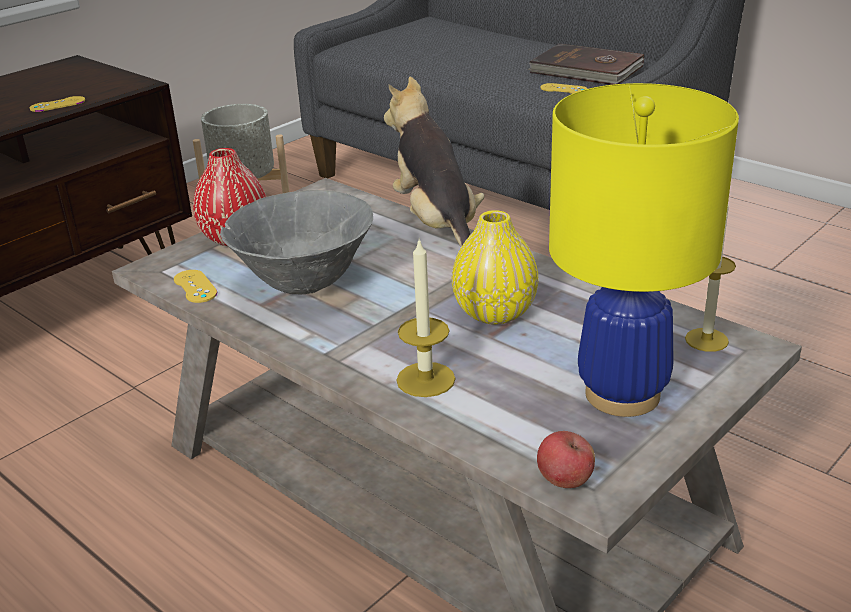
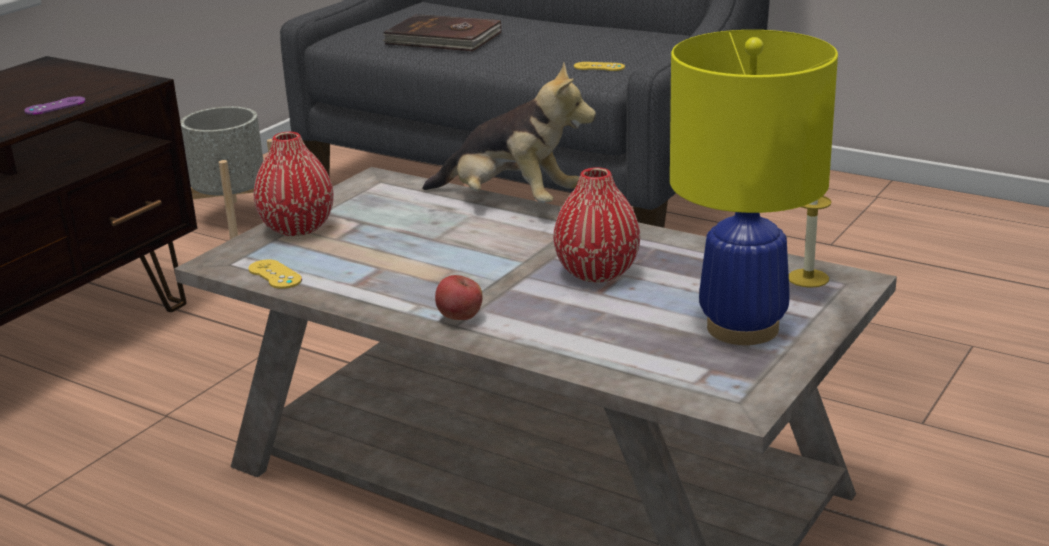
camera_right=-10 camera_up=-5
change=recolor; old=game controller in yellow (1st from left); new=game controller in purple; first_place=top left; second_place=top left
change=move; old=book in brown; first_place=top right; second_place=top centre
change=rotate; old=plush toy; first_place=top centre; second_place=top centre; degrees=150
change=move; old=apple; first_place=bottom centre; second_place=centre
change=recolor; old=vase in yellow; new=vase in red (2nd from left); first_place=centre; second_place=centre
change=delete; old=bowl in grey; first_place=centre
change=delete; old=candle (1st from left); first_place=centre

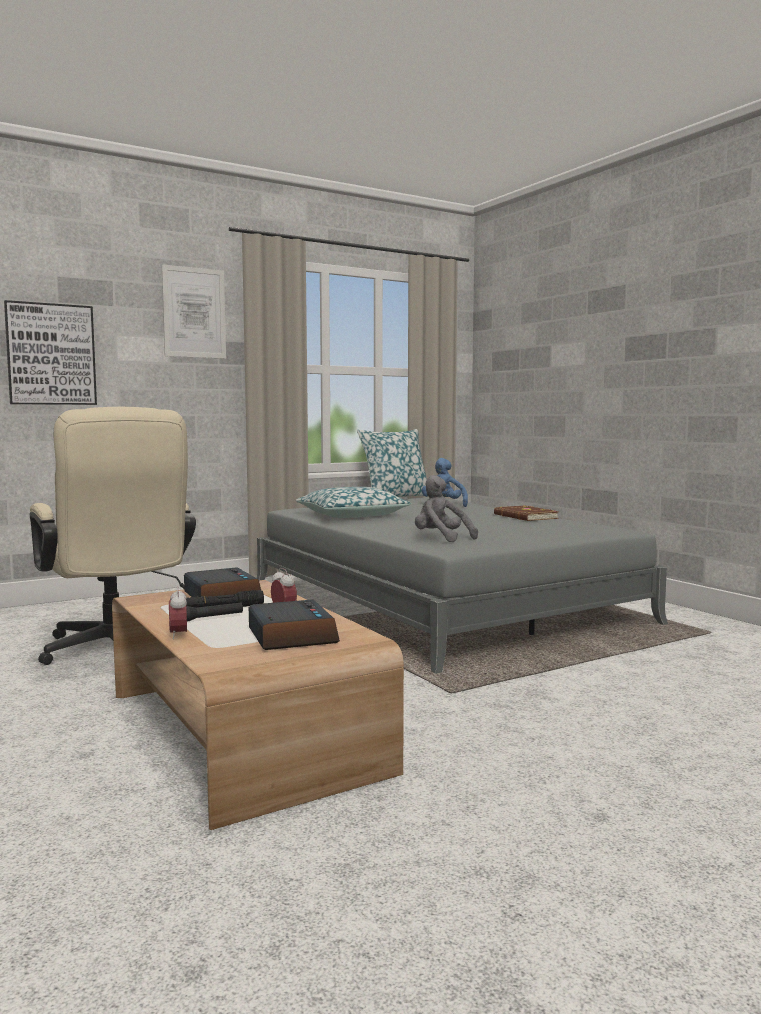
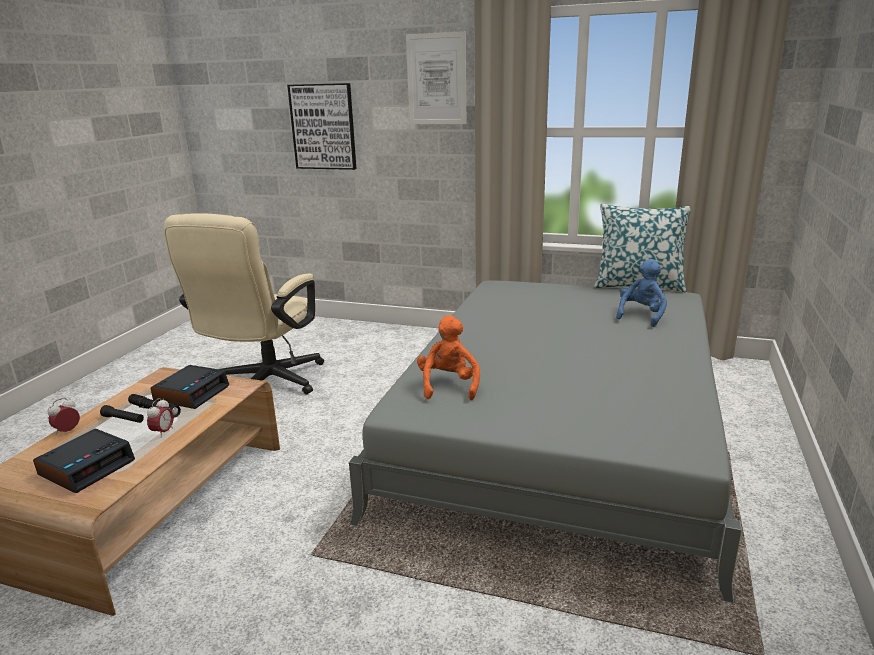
camera_right=50 camera_up=15
change=recolor; old=plush toy in grey; new=plush toy in orange; first_place=centre; second_place=centre
change=delete; old=pillow (1st from left); first_place=centre
change=delete; old=book in brown; first_place=middle right

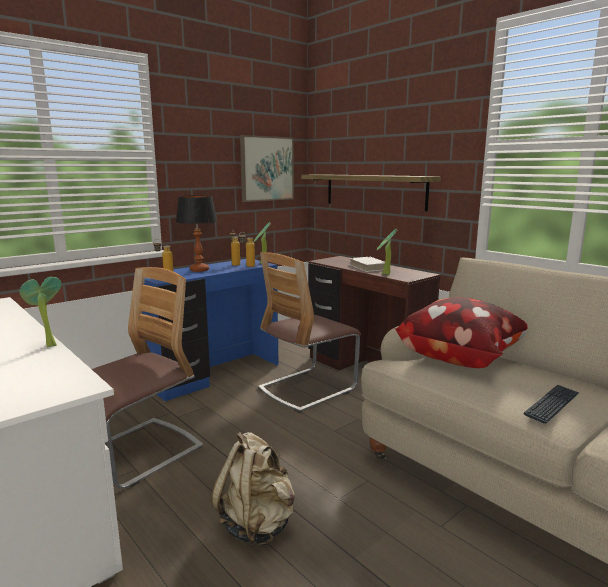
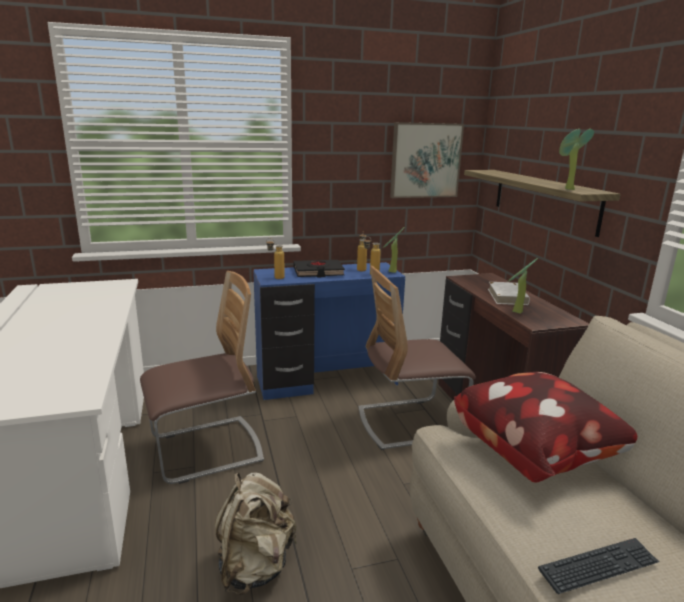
camera_right=25 camera_up=5
change=replace; old=table lamp; new=book in black; first_place=middle left; second_place=centre
change=move; old=potted plant (1st from left in the first image); new=potted plant (3rd from left); first_place=middle left; second_place=top right

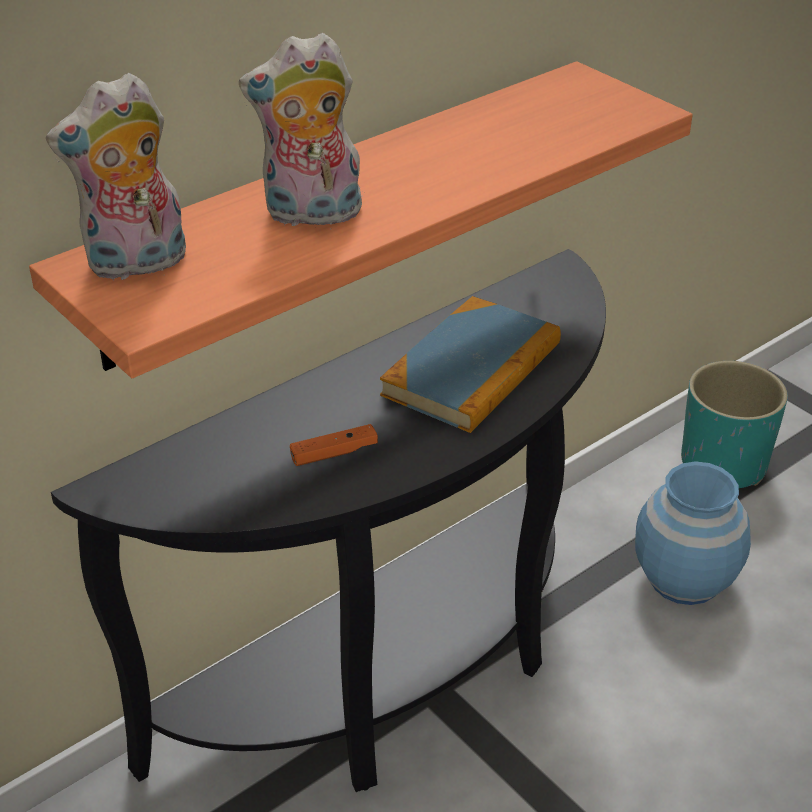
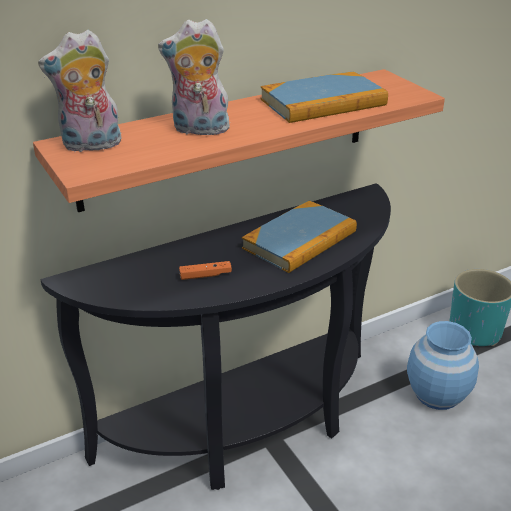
camera_right=10 camera_up=-5
change=insert; new=book (2nd from left); second_place=top centre

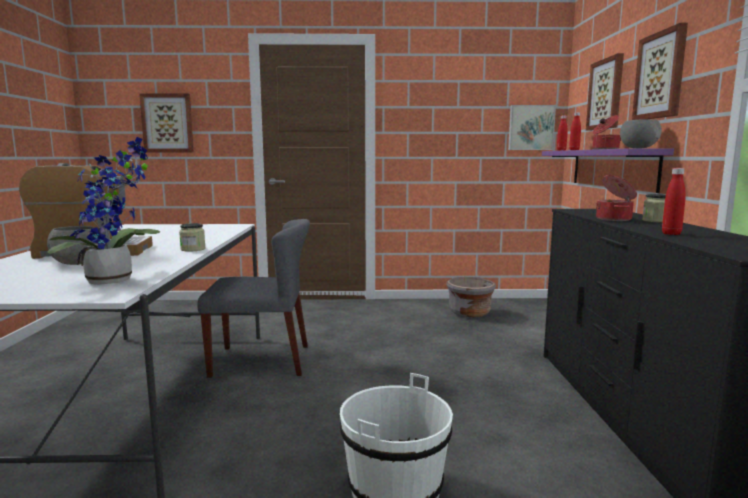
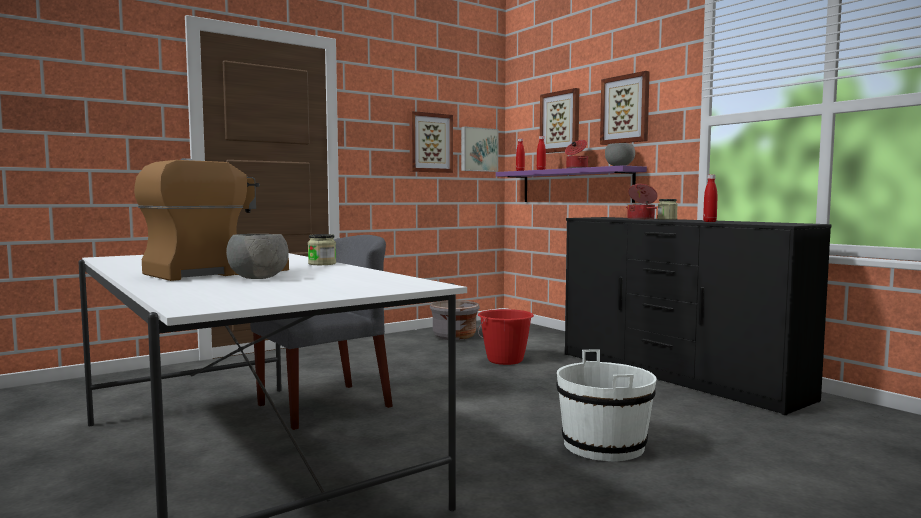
camera_right=-35 camera_up=-5
change=move; old=picture (1st from left); first_place=top left; second_place=top centre
change=insert; new=bucket in red; second_place=centre
change=delete; old=potted plant; first_place=middle left

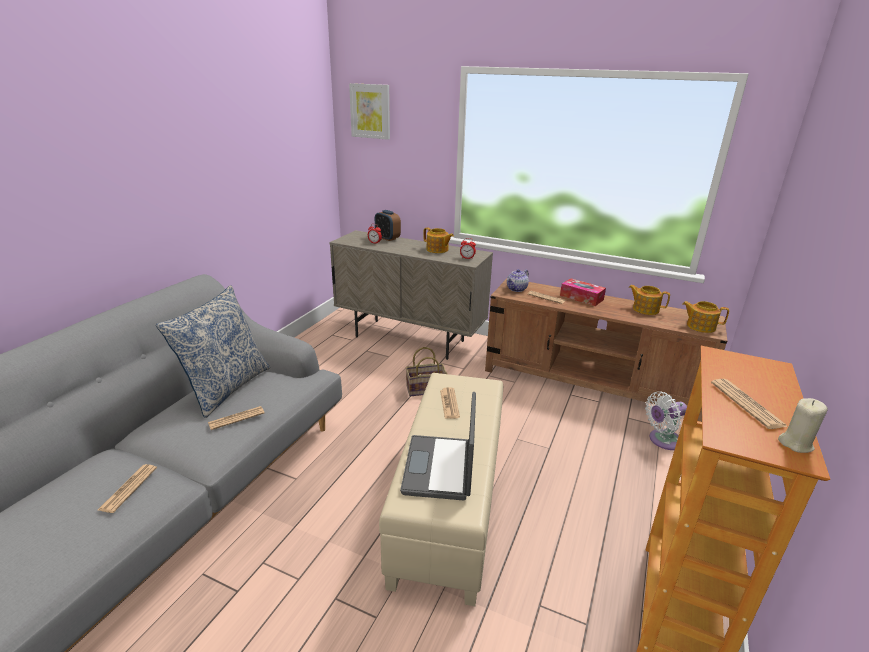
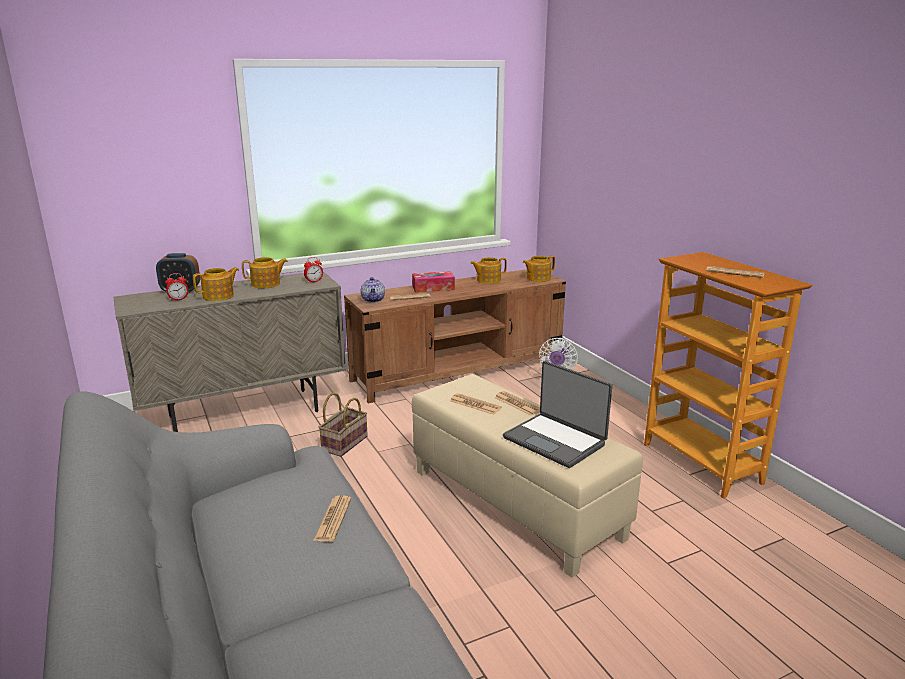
camera_right=-50 camera_up=-5
change=insert; new=teapot (1st from left); second_place=middle left
change=move; old=newspaper (1st from left in the first image); new=newspaper (4th from left); first_place=bottom left; second_place=centre
change=delete; old=pillow; first_place=middle left
change=delete; old=picture; first_place=top centre
change=delete; old=candle in beige; first_place=middle right

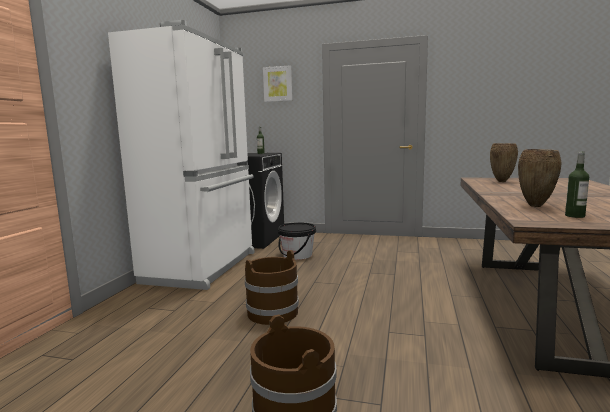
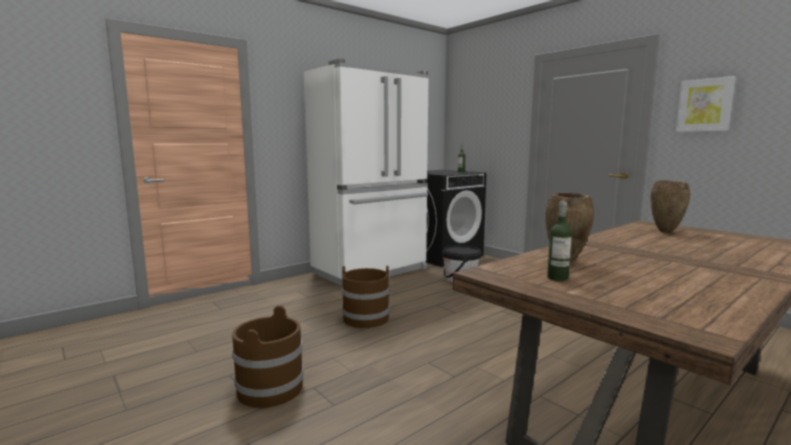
camera_right=35 camera_up=0
change=move; old=picture; first_place=top centre; second_place=top right

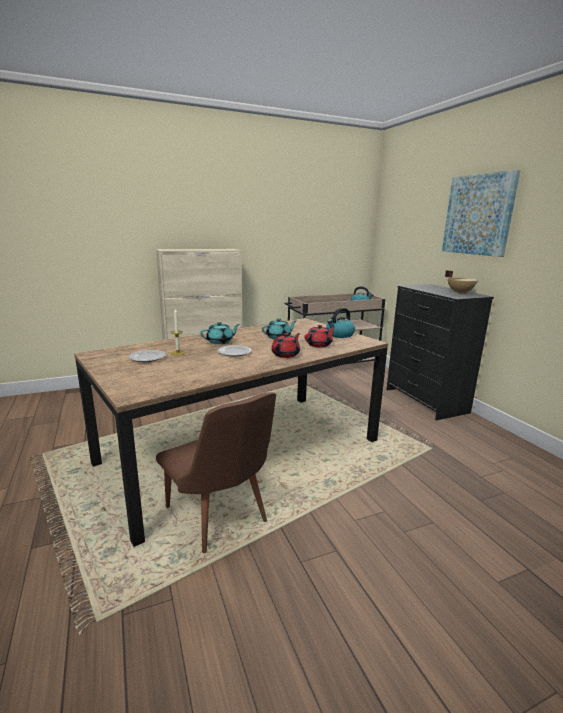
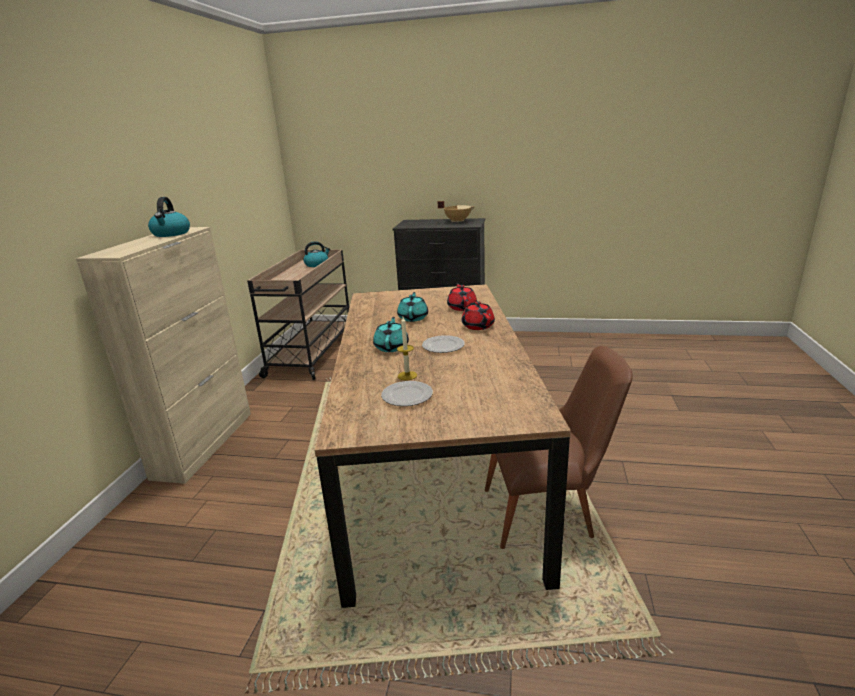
camera_right=-55 camera_up=5
change=move; old=kettle (1st from left); first_place=centre; second_place=top left
change=delete; old=picture; first_place=top right

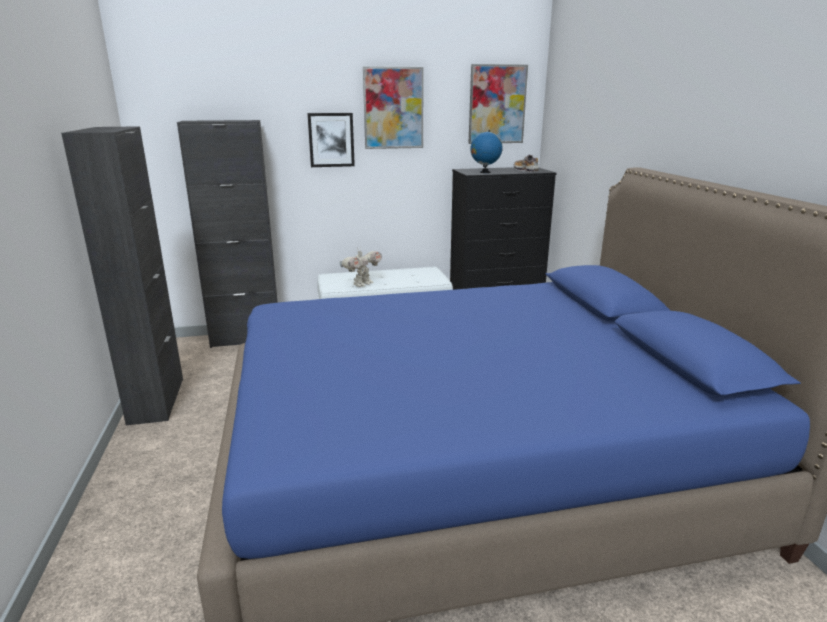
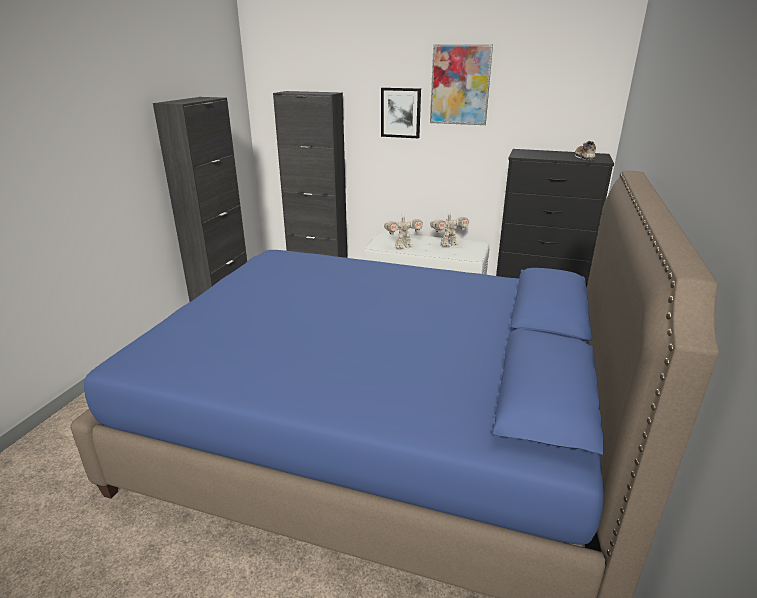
camera_right=30 camera_up=5
change=insert; new=toy robot (2nd from left); second_place=centre
change=delete; old=picture (3rd from left); first_place=top centre
change=delete; old=globe; first_place=top centre

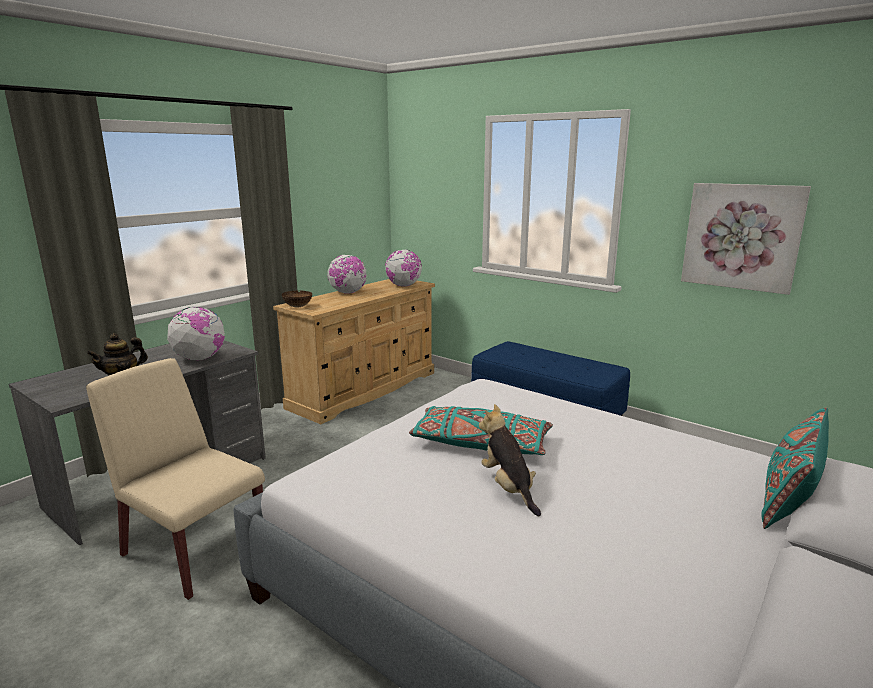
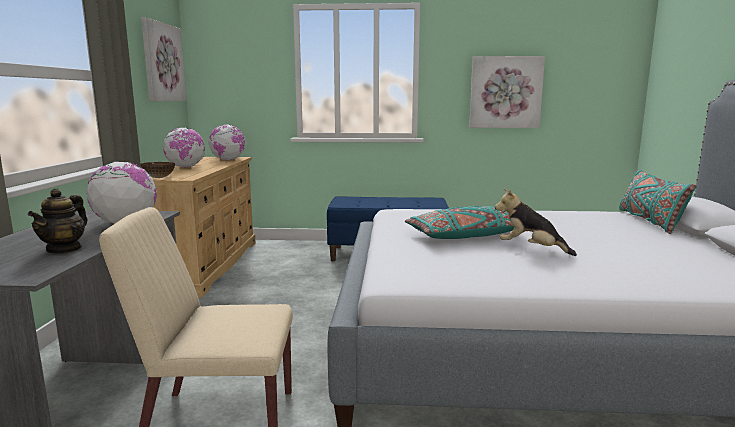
camera_right=-35 camera_up=-5
change=insert; new=picture (1st from left); second_place=top left

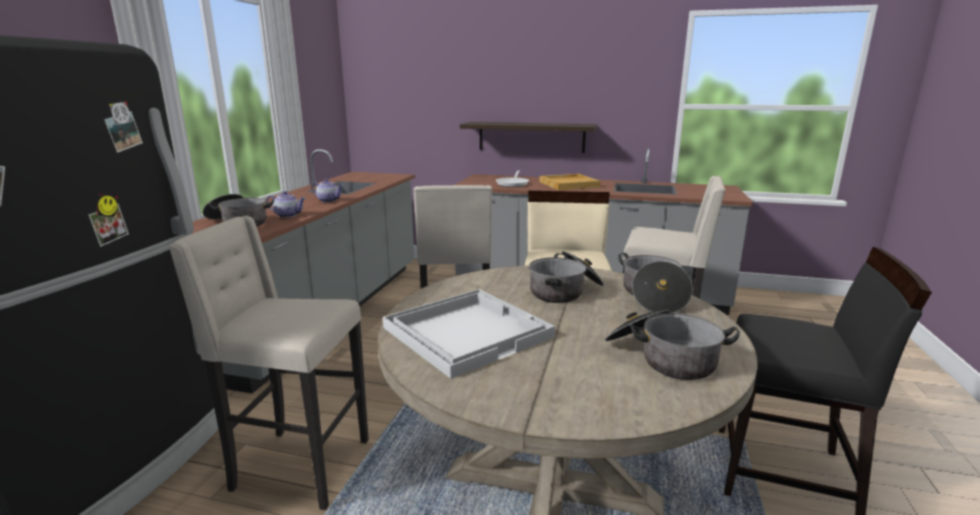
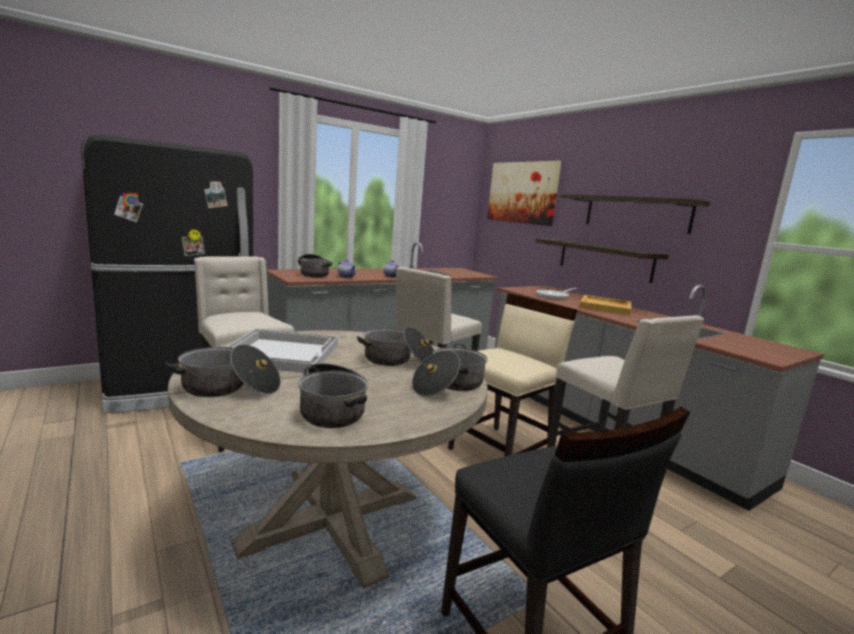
camera_right=40 camera_up=-5
change=insert; new=cooking pot (1st from left); second_place=middle left
change=insert; new=picture; second_place=top centre
change=insert; new=shelf (2nd from left); second_place=middle right

